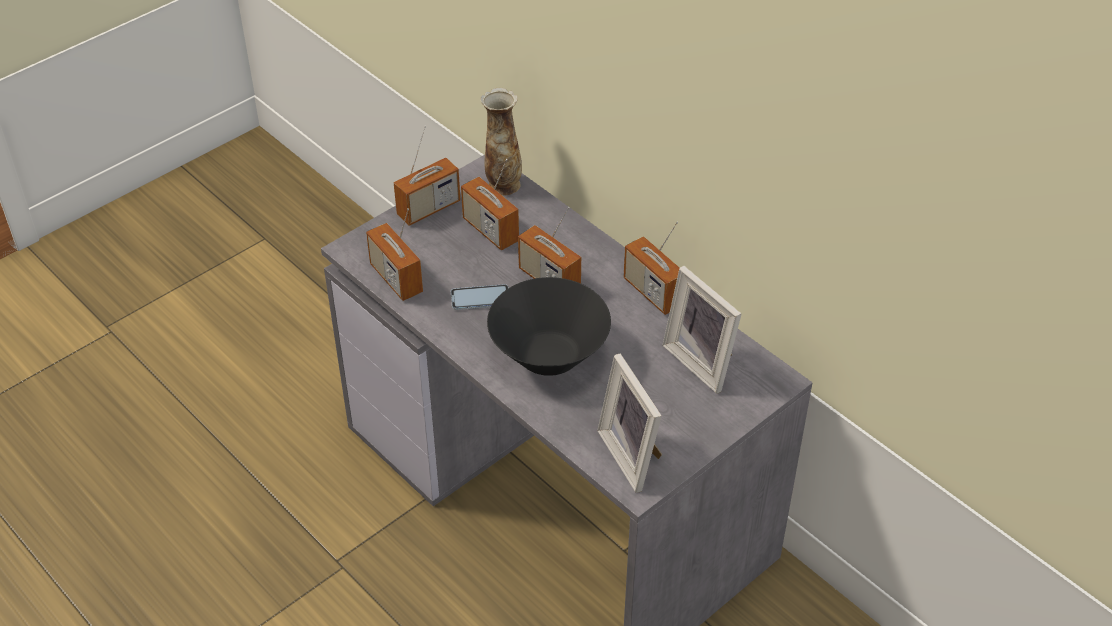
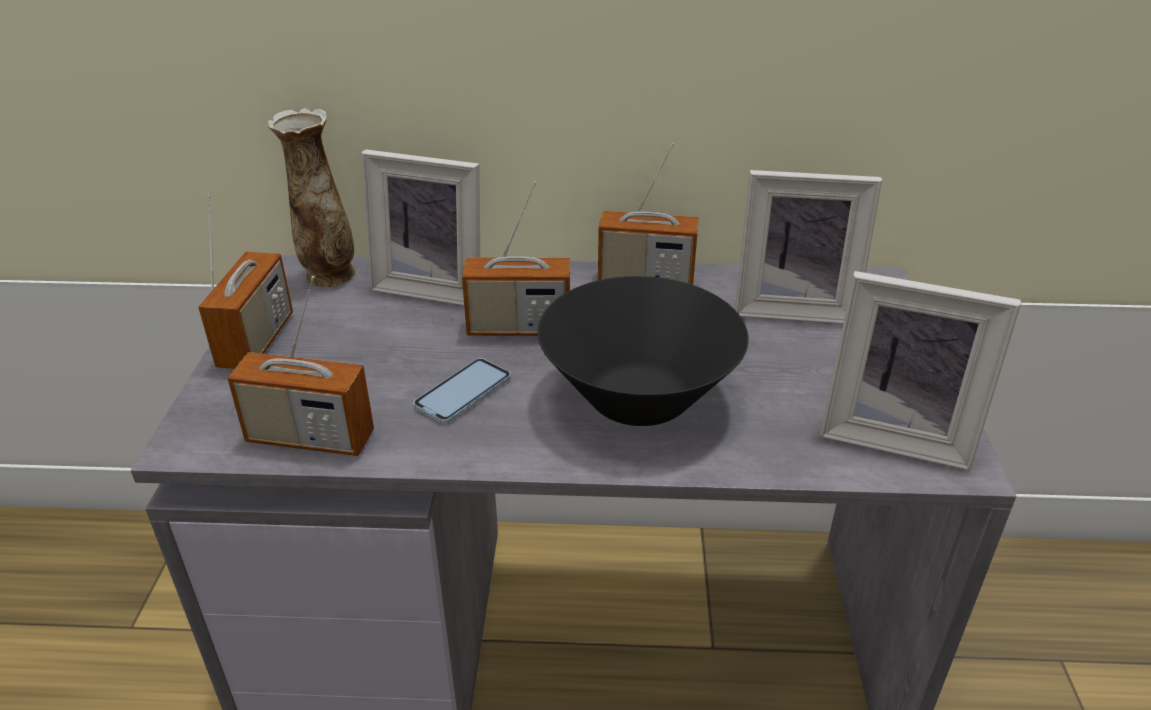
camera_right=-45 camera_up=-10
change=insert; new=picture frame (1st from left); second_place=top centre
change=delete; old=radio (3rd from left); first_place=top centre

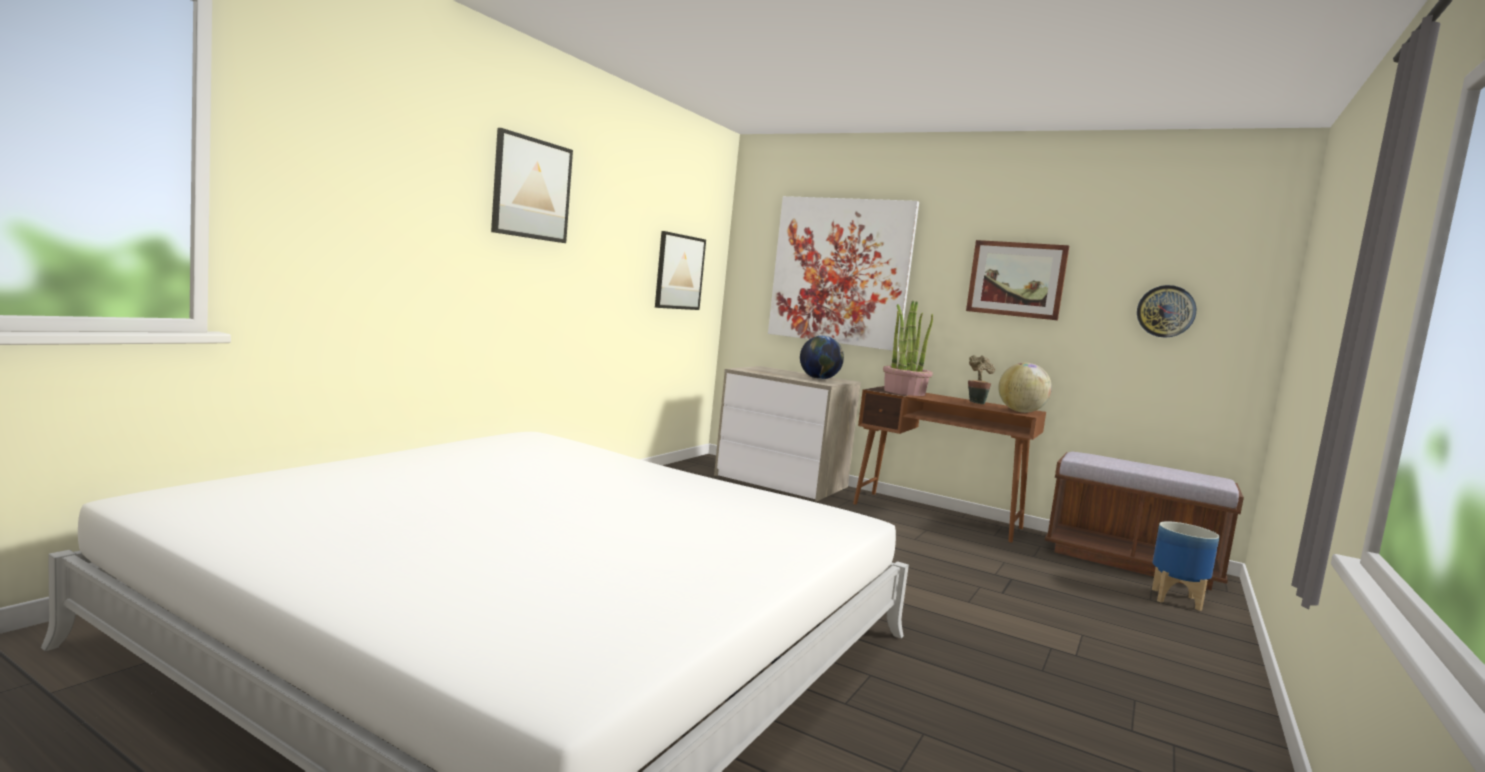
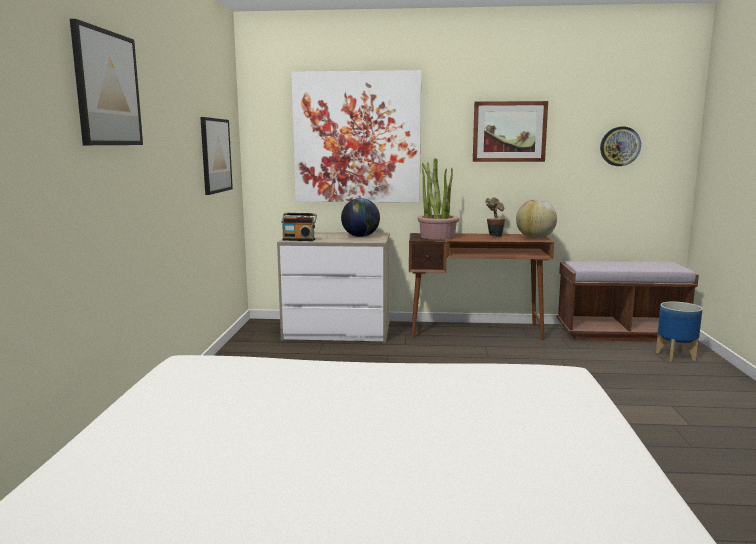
camera_right=-25 camera_up=5
change=insert; new=radio; second_place=centre

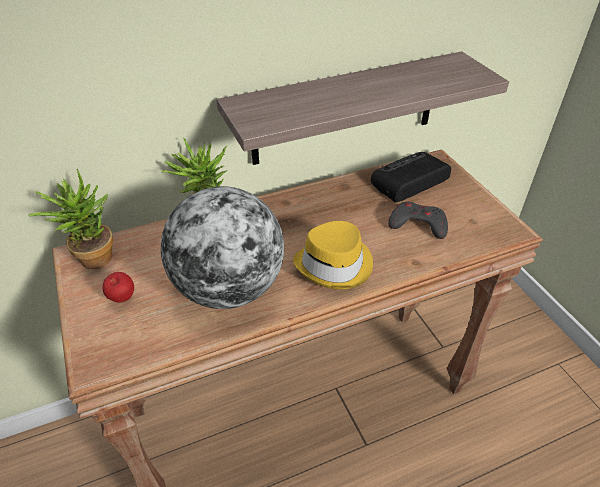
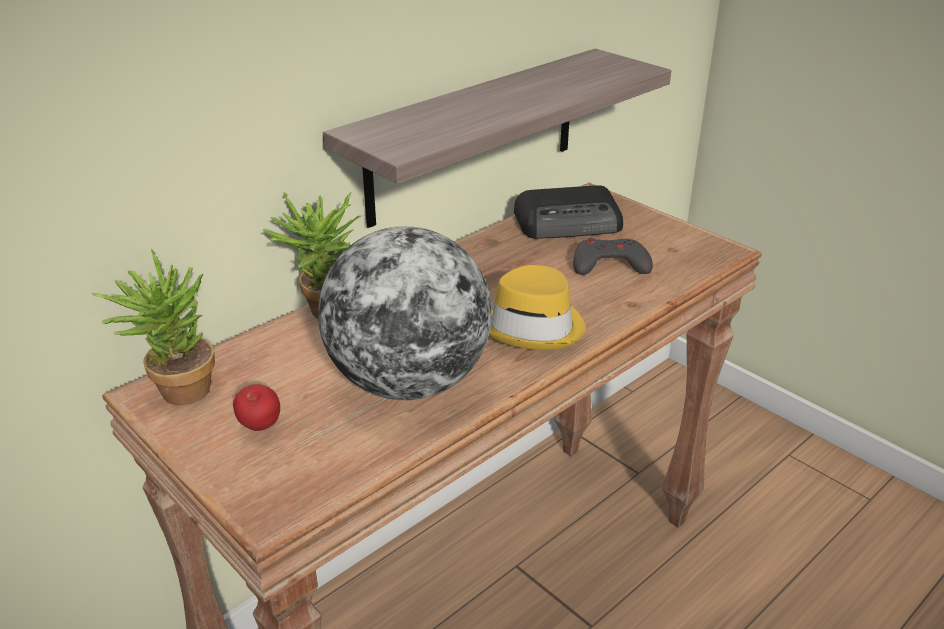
camera_right=-20 camera_up=-10
change=rotate; old=radio; first_place=middle right; second_place=centre; degrees=-135

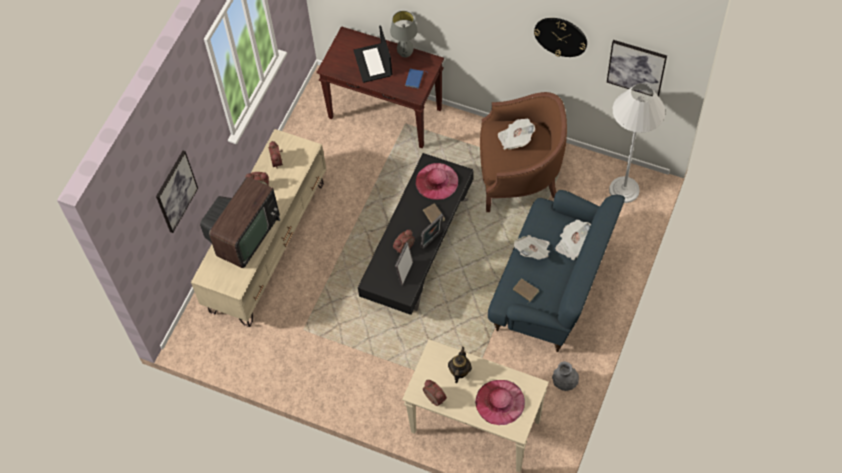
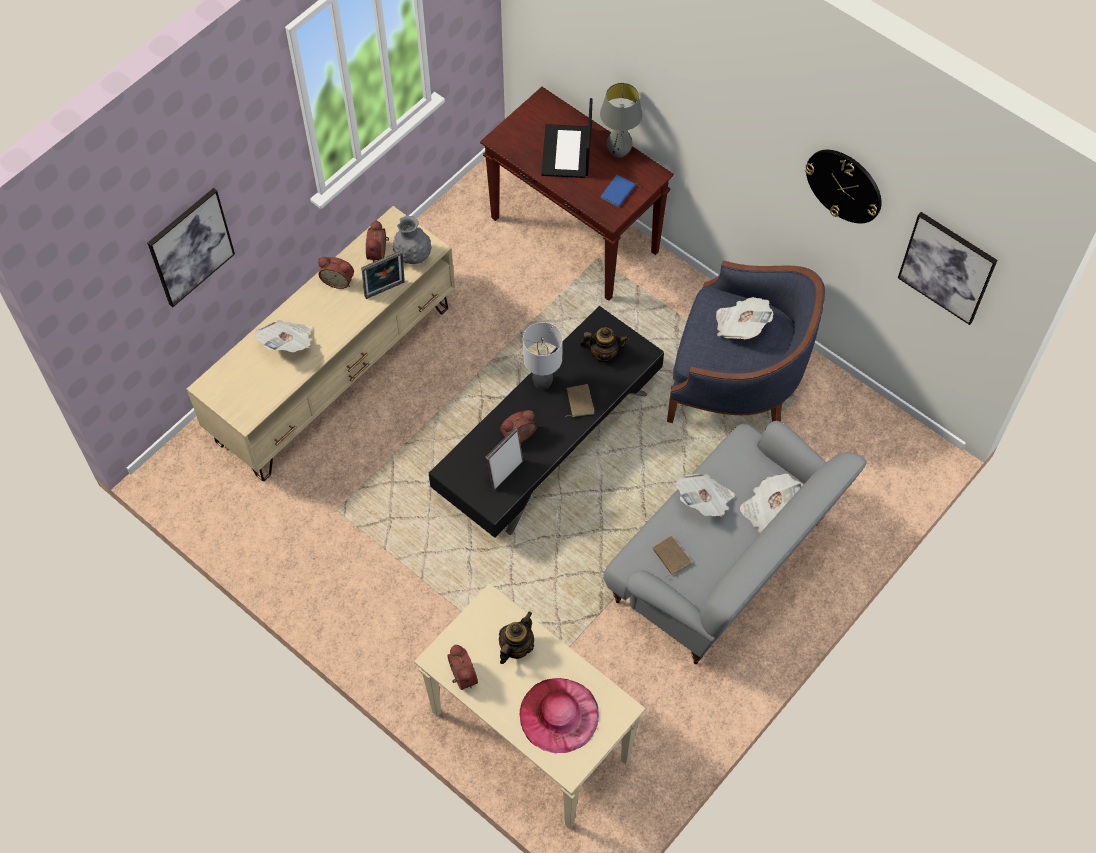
camera_right=15 camera_up=0
change=replace; old=television; new=newspaper (1st from left); first_place=middle left; second_place=middle left
change=move; old=picture frame (2nd from left in the first image); new=picture frame (1st from left); first_place=centre; second_place=top centre
change=move; old=vase in grey; first_place=bottom right; second_place=top centre
change=insert; new=table lamp in grey (1st from left); second_place=centre
change=replace; old=hat in pink (1st from left); new=teapot (2nd from left); first_place=centre; second_place=centre
change=recolor; old=sofa in blue; new=sofa in grey; first_place=centre; second_place=middle right
change=recolor; old=armchair in brown; new=armchair in blue; first_place=top centre; second_place=middle right
change=delete; old=floor lamp in white; first_place=top right

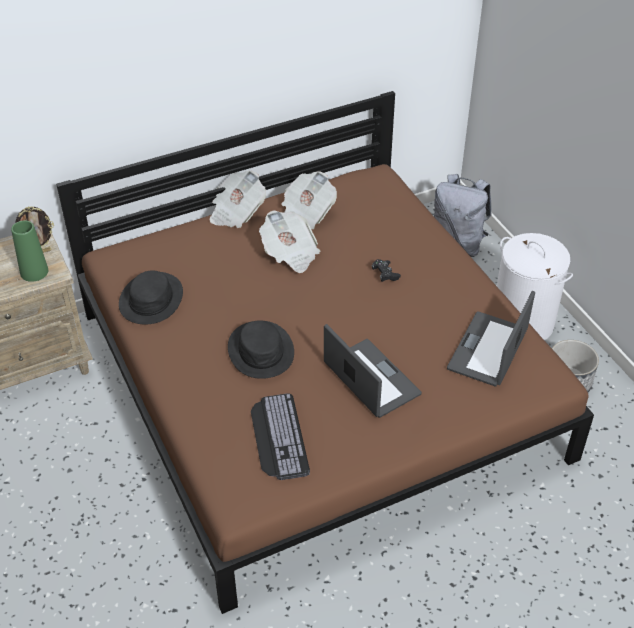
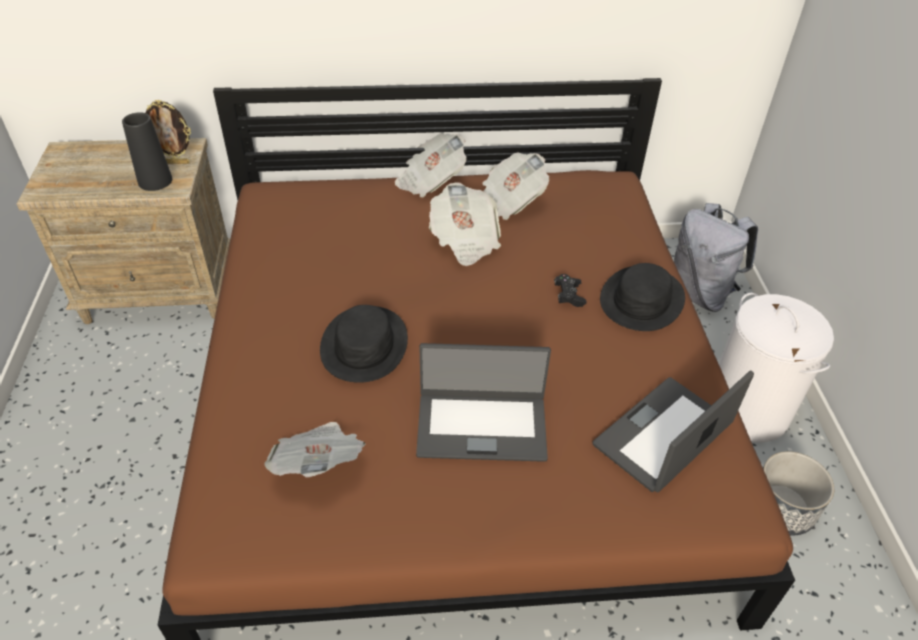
camera_right=20 camera_up=0
change=recolor; old=vase in green; new=vase in black; first_place=middle left; second_place=top left
change=replace; old=keyboard; new=newspaper (1st from left); first_place=bottom centre; second_place=bottom centre
change=rotate; old=laptop (1st from left); first_place=centre; second_place=centre; degrees=105
change=move; old=hat in black (1st from left in the first image); new=hat in black (2nd from left); first_place=middle left; second_place=middle right

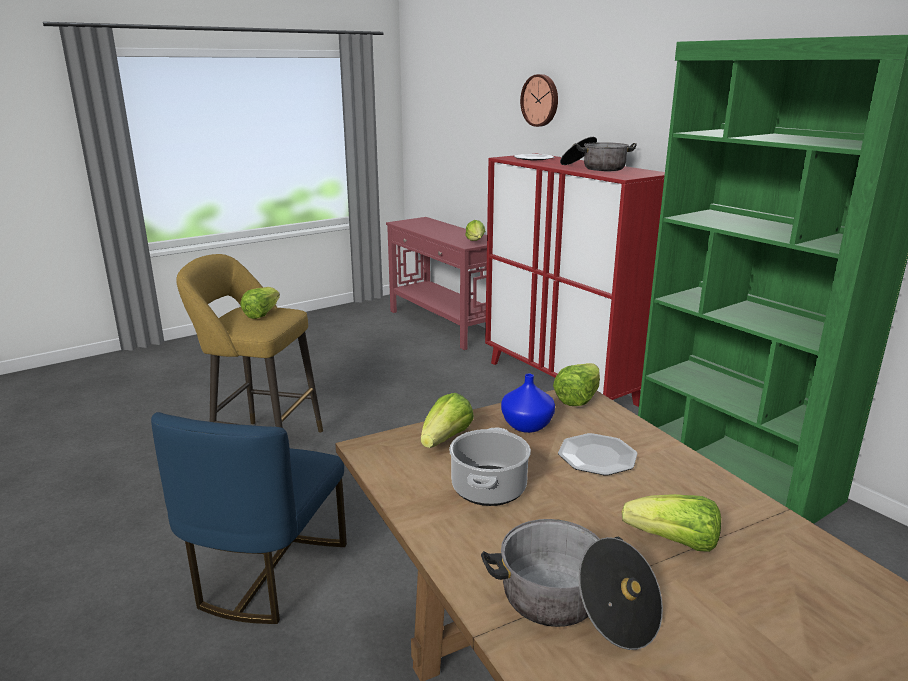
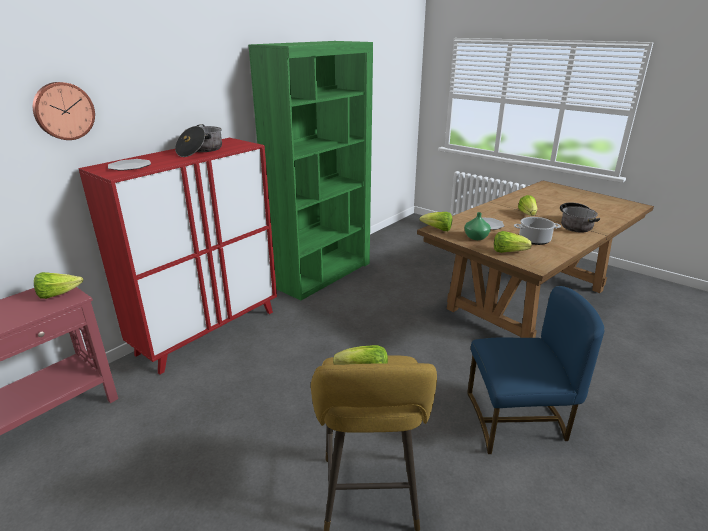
camera_right=-105 camera_up=5
change=recolor; old=vase in blue; new=vase in green; first_place=centre; second_place=middle right

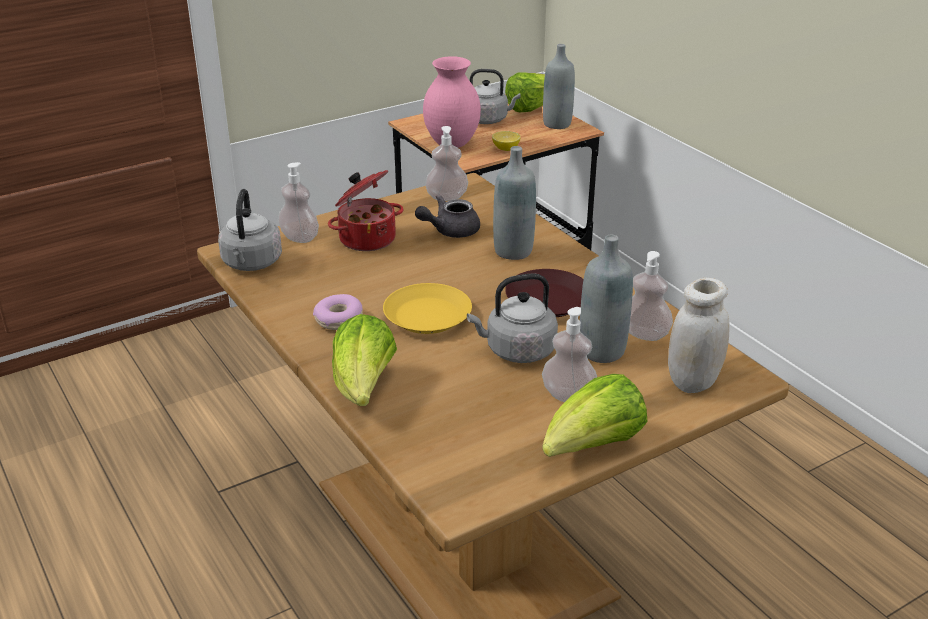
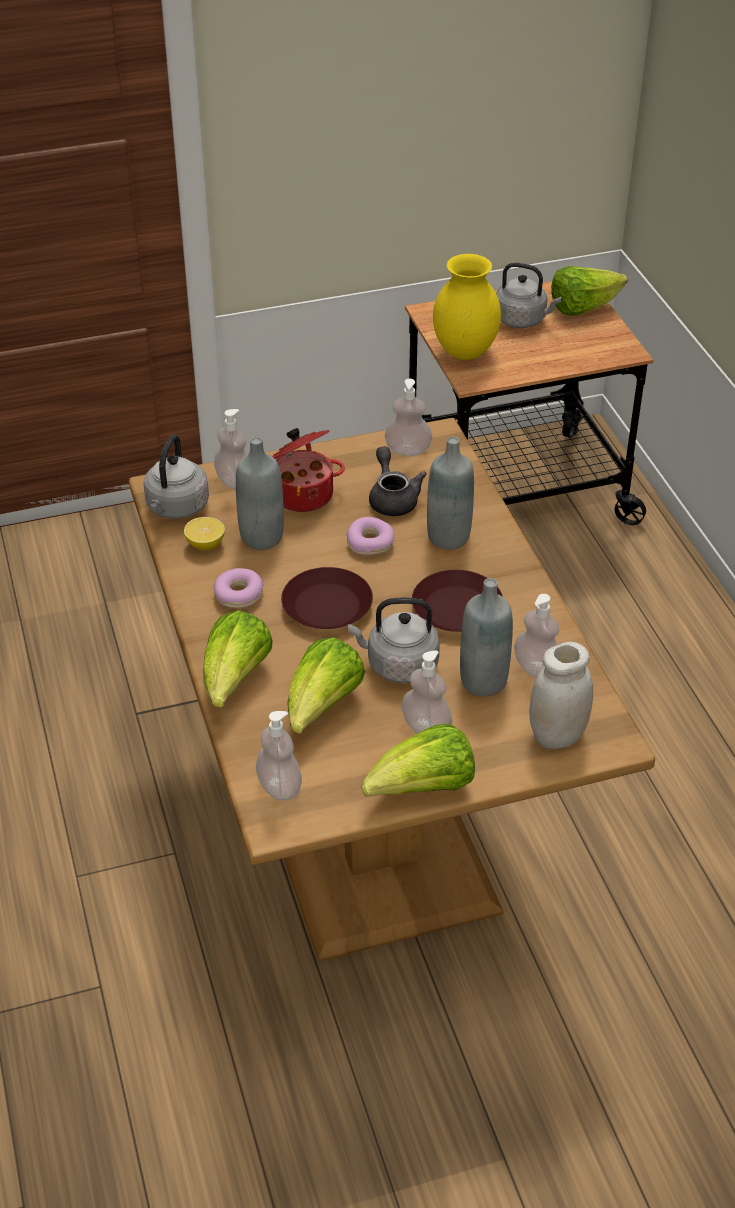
camera_right=15 camera_up=10
change=move; old=lemon; first_place=top centre; second_place=middle left
change=move; old=bottle in grey (2nd from left in the first image); new=bottle in grey (1st from left); first_place=top centre; second_place=centre
change=insert; new=soap dispenser (2nd from left); second_place=centre
change=recolor; old=plate in yellow; new=plate in brown (1st from left); first_place=centre; second_place=centre
change=insert; new=lettuce (2nd from left); second_place=centre
change=insert; new=donut (2nd from left); second_place=centre
change=rotate; old=teapot in grey; first_place=centre; second_place=centre; degrees=90
change=recolor; old=vase in pink; new=vase in yellow; first_place=top centre; second_place=top centre

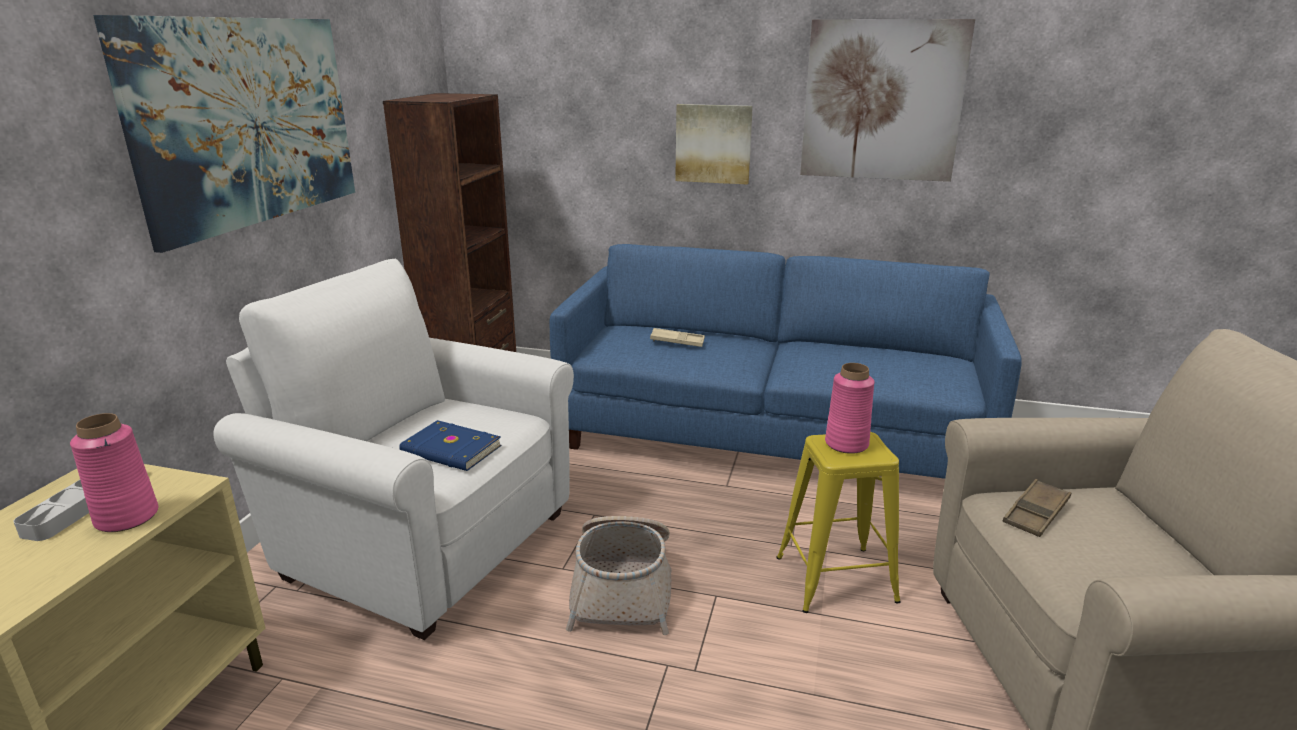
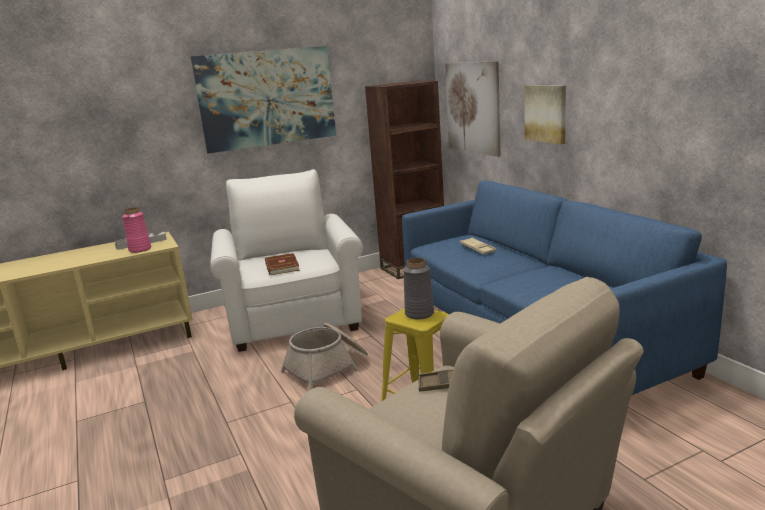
camera_right=50 camera_up=-5
change=recolor; old=book in blue; new=book in brown; first_place=centre; second_place=centre
change=recolor; old=vase in pink (2nd from left); new=vase in grey; first_place=centre; second_place=centre
change=move; old=picture (3rd from left in the first image); new=picture (2nd from left); first_place=top right; second_place=top centre

